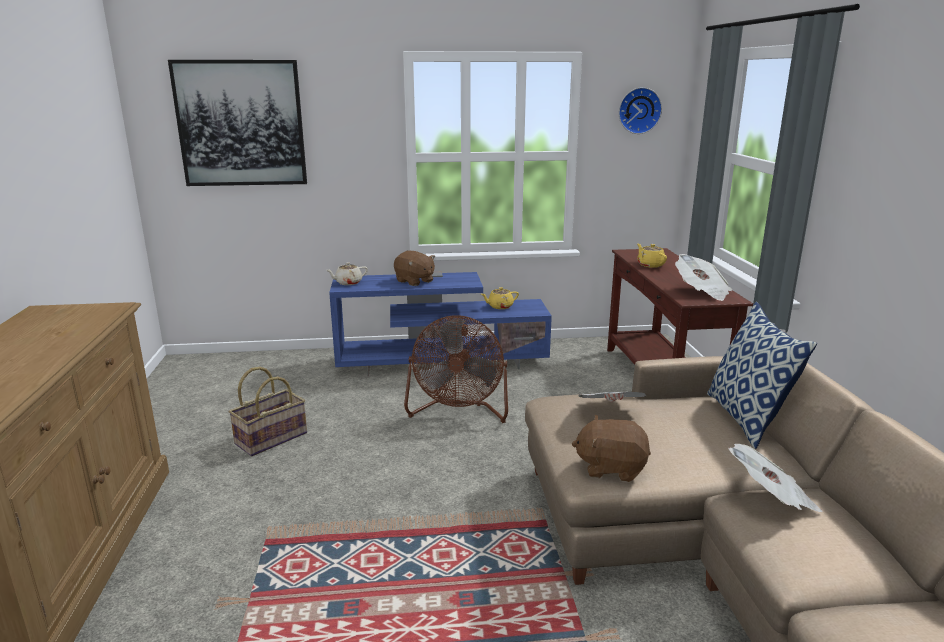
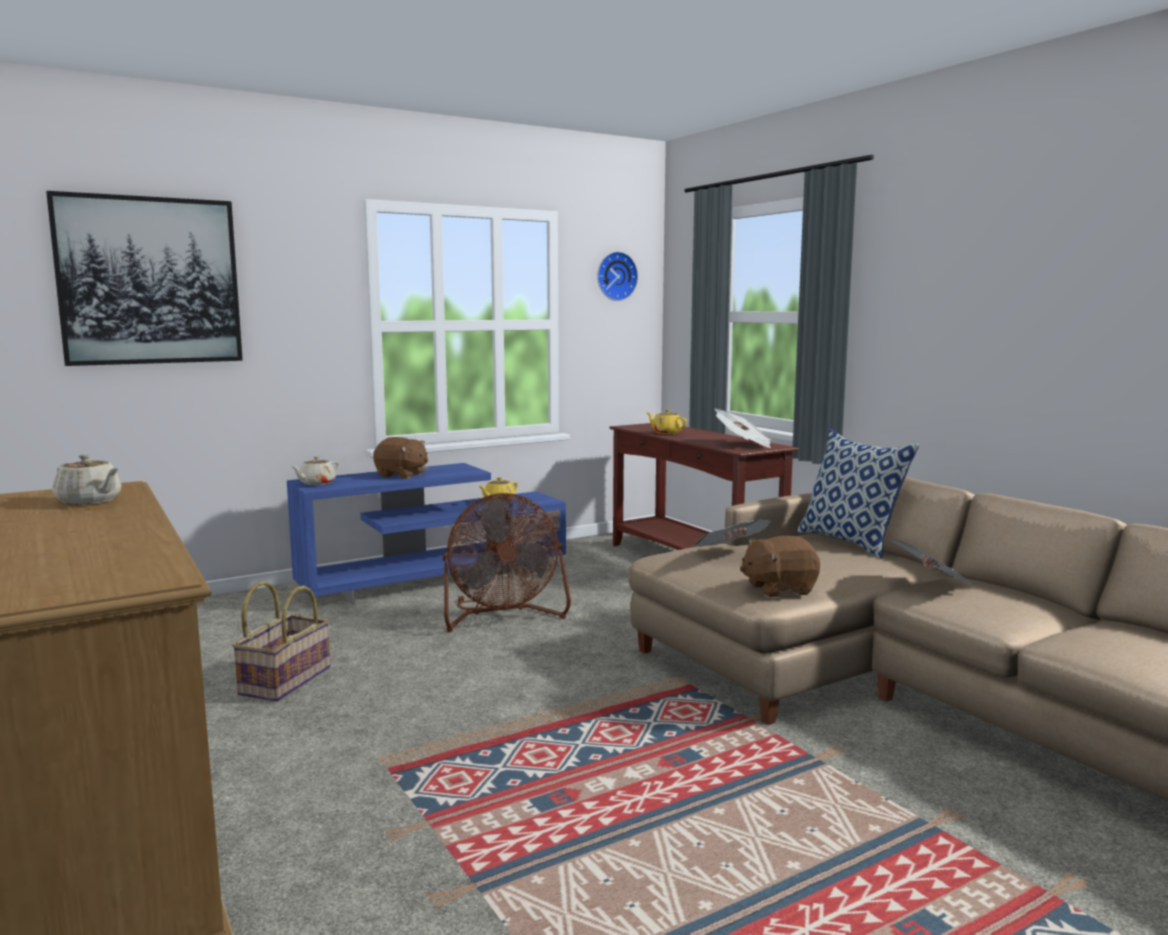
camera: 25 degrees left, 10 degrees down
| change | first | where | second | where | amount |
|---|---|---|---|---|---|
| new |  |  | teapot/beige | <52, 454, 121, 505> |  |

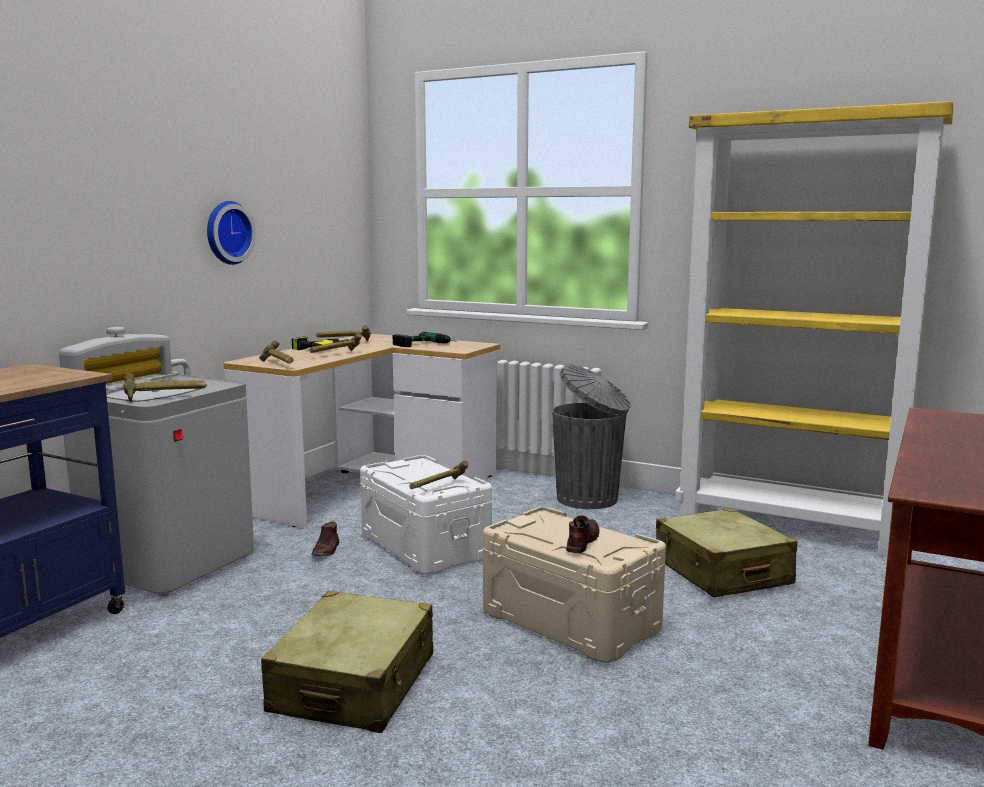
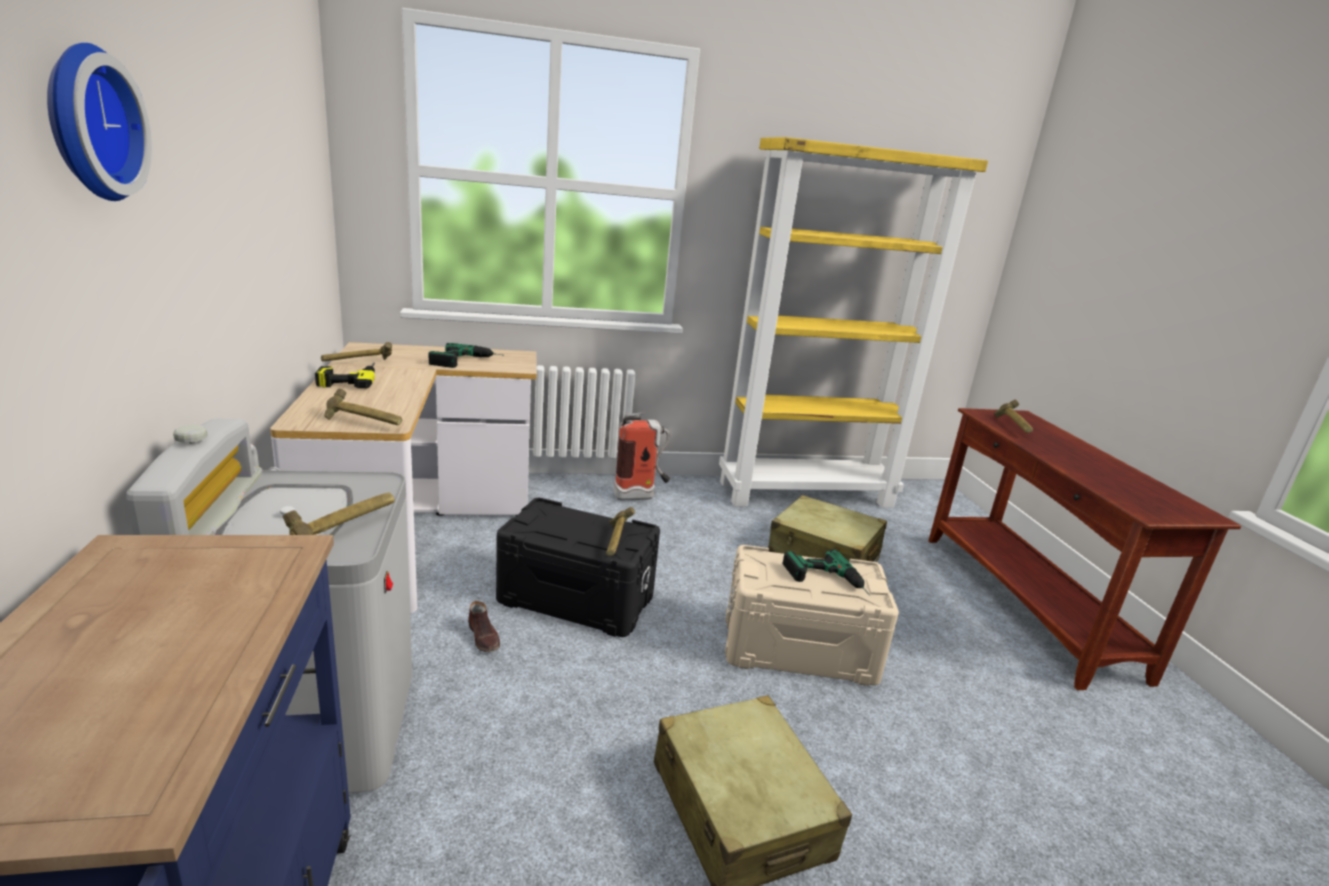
camera: 40 degrees left, 10 degrees up
| change | first | where | second | where | amount |
|---|---|---|---|---|---|
| shifted | wall clock | <207, 201, 256, 265> |  | <47, 43, 152, 201> |  |
| shifted | hammer | <309, 333, 362, 353> |  | <994, 399, 1033, 433> |  |
| swapped | trash can/grey | <552, 364, 631, 509> | fire extinguisher | <613, 412, 670, 500> |  |
| swapped | shoe/brown | <566, 515, 600, 554> | power drill | <782, 549, 870, 595> |  |
| repainted | storage box/white | <360, 455, 492, 575> | storage box/black | <496, 498, 660, 637> |  |

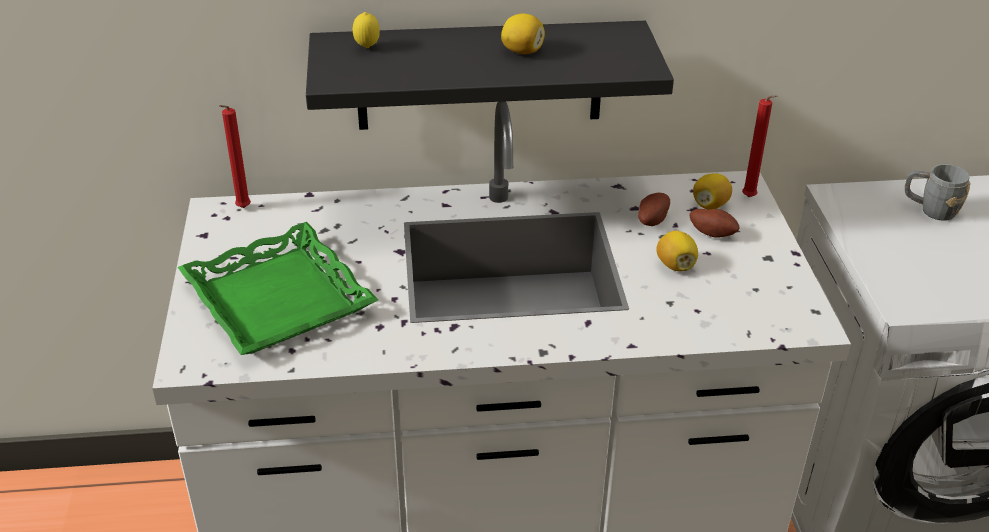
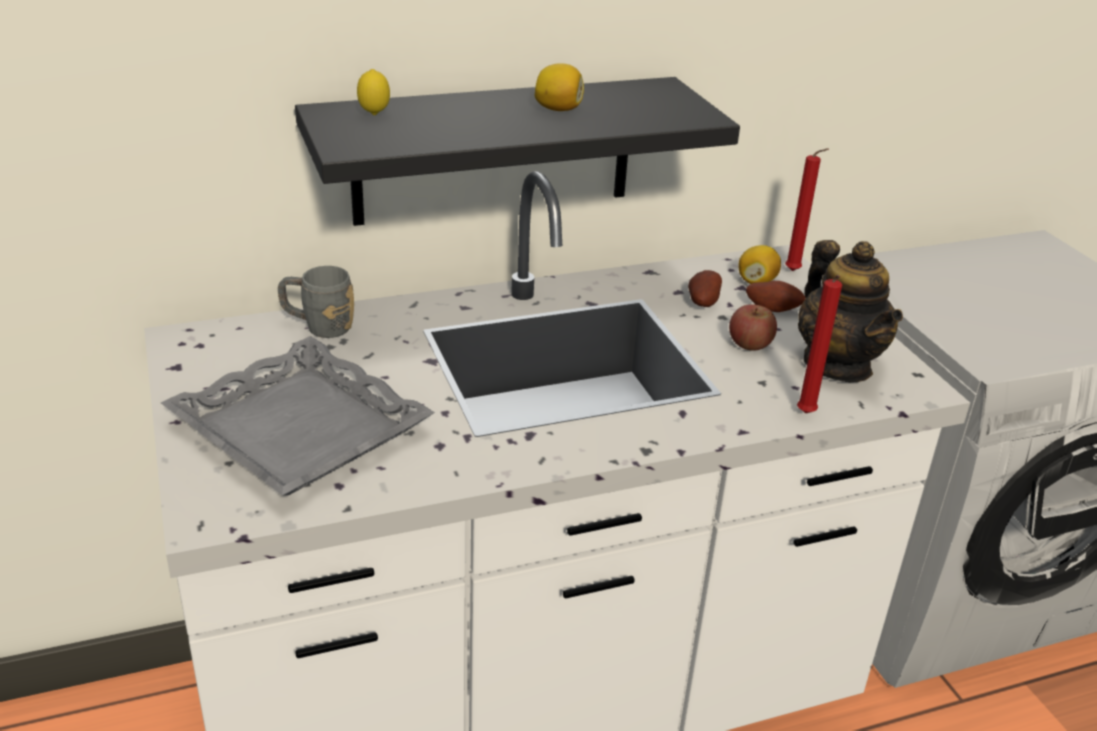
camera: 15 degrees left, 5 degrees down
| change | first | where | second | where | amount |
|---|---|---|---|---|---|
| new |  |  | teapot | <798, 240, 903, 382> |  |
| shifted | candle/red | <219, 105, 251, 208> |  | <797, 275, 842, 413> |  |
| shifted | mug/grey | <904, 164, 970, 221> |  | <278, 266, 354, 338> |  |
| swapped | lemon | <656, 231, 698, 271> | apple | <729, 304, 777, 351> |  |
| repainted | tray/green | <178, 222, 378, 355> | tray/grey | <161, 336, 435, 496> |  |

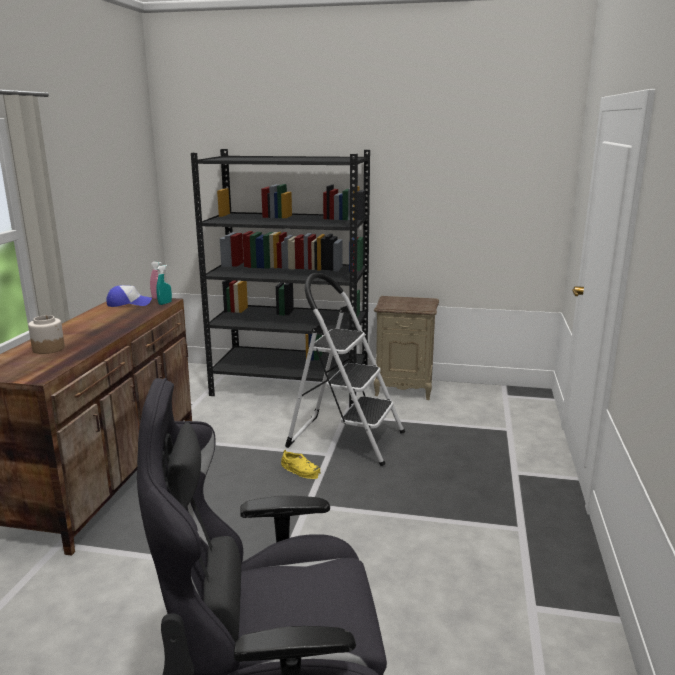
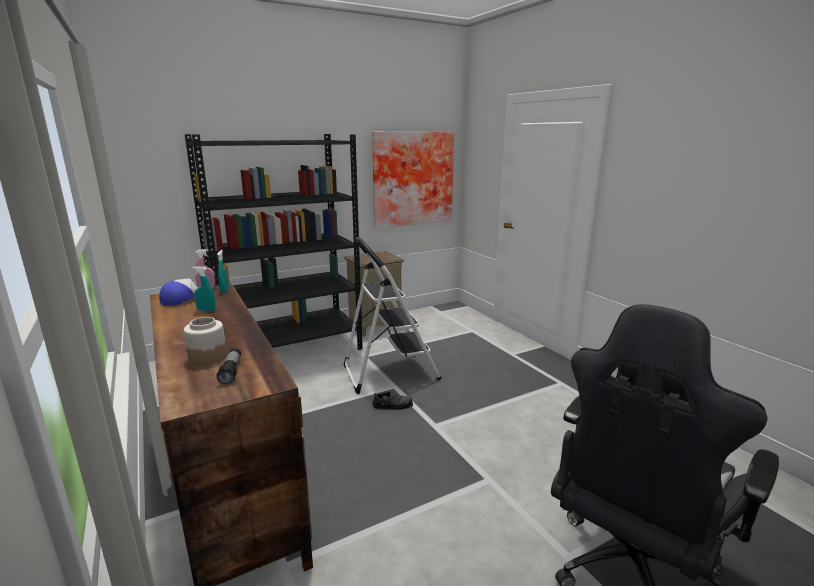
camera: 40 degrees left, 0 degrees up
| change | first | where | second | where | amount |
|---|---|---|---|---|---|
| new |  |  | spray bottle/turquoise | <192, 266, 215, 311> |  |
| new |  |  | flashlight | <216, 348, 241, 384> |  |
| new |  |  | picture | <372, 132, 454, 228> |  |
| repainted | shoe/yellow | <281, 450, 321, 479> | shoe/black | <372, 392, 413, 410> |  |

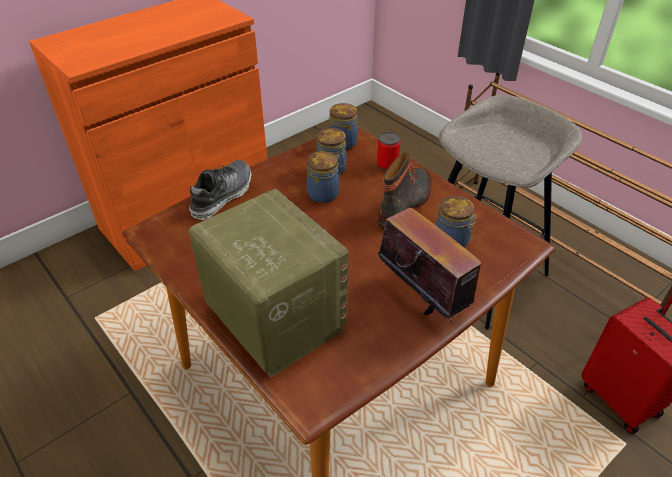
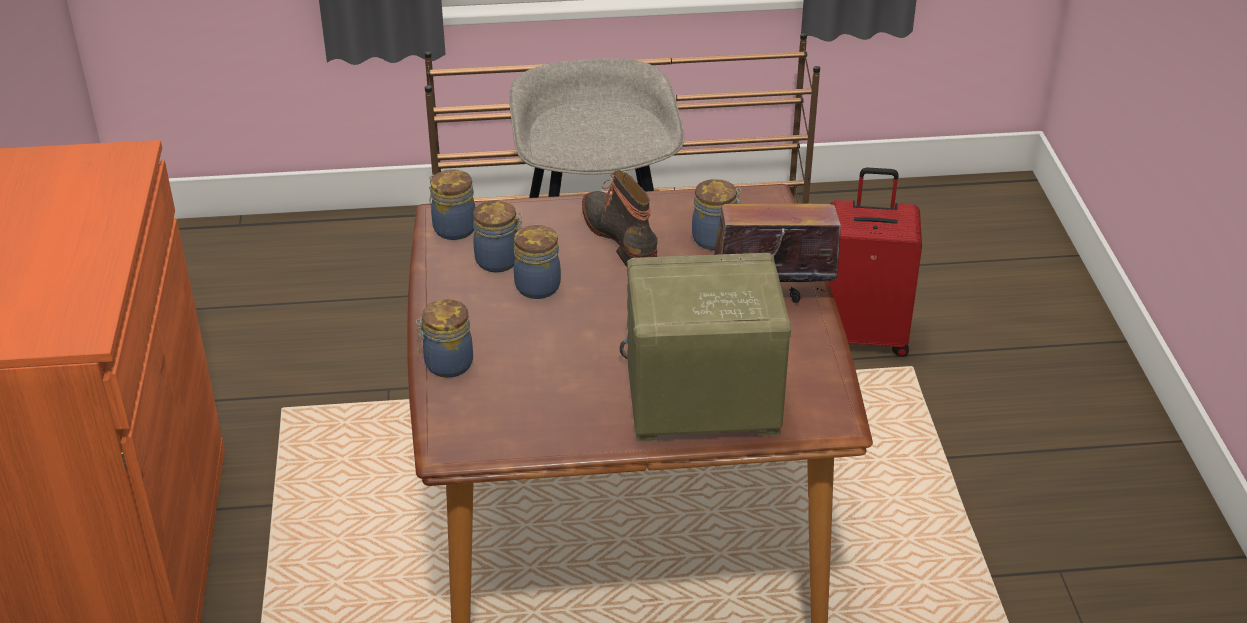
camera: 55 degrees left, 5 degrees down
| change | first | where | second | where | amount |
|---|---|---|---|---|---|
| gone | can | <377, 132, 401, 171> |  |  |  |
| swapped | shoe | <189, 160, 251, 220> | jar | <416, 299, 473, 378> |  |

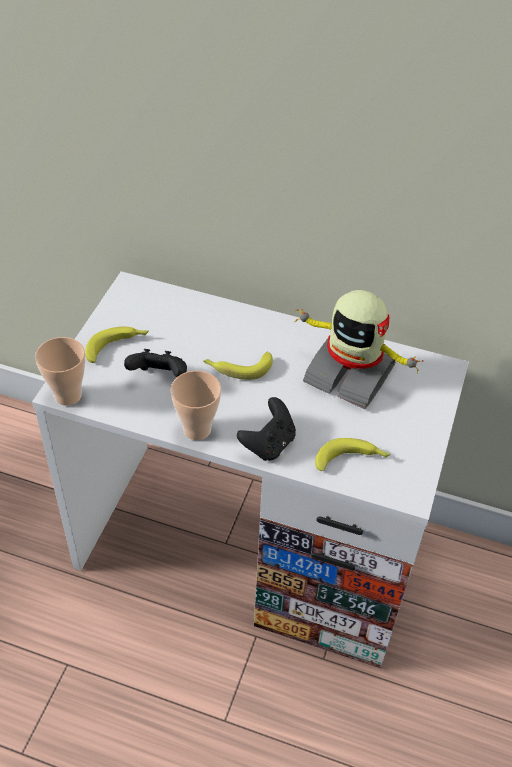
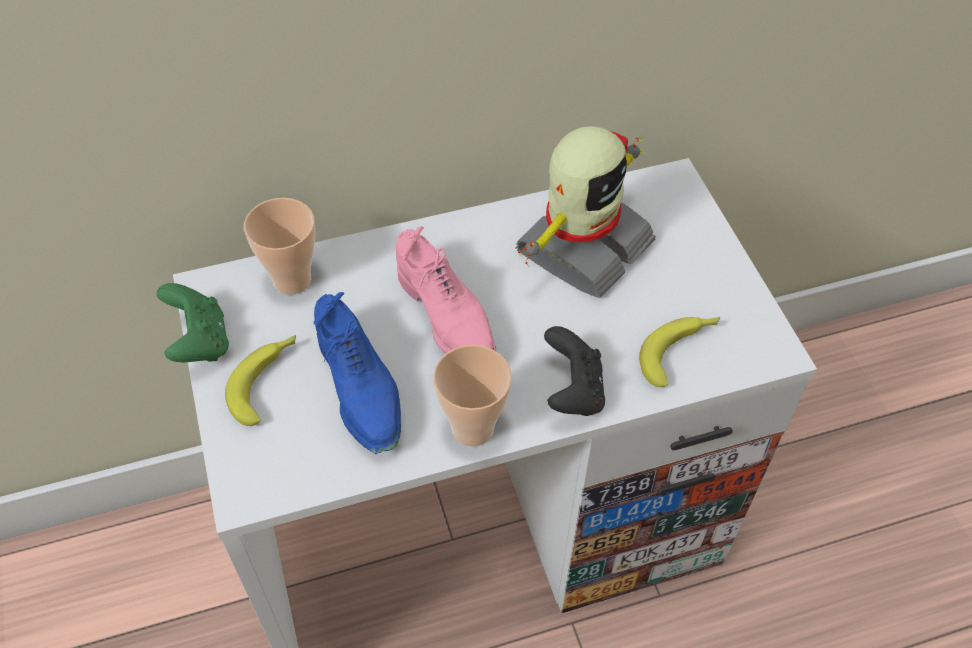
camera: 35 degrees left, 5 degrees up
| change | first | where | second | where | amount |
|---|---|---|---|---|---|
| new |  |  | game controller/green | <157, 283, 229, 362> |  |
| shifted | cup | <35, 337, 85, 406> |  | <244, 198, 315, 295> |  |
| swapped | game controller/black | <124, 349, 187, 377> | shoe/blue | <314, 292, 401, 454> |  |
| swapped | banana | <203, 352, 273, 380> | shoe/pink | <396, 226, 496, 354> |  |
| rotated | toy robot | <295, 290, 423, 410> |  | <516, 126, 656, 298> | 45 degrees counterclockwise |

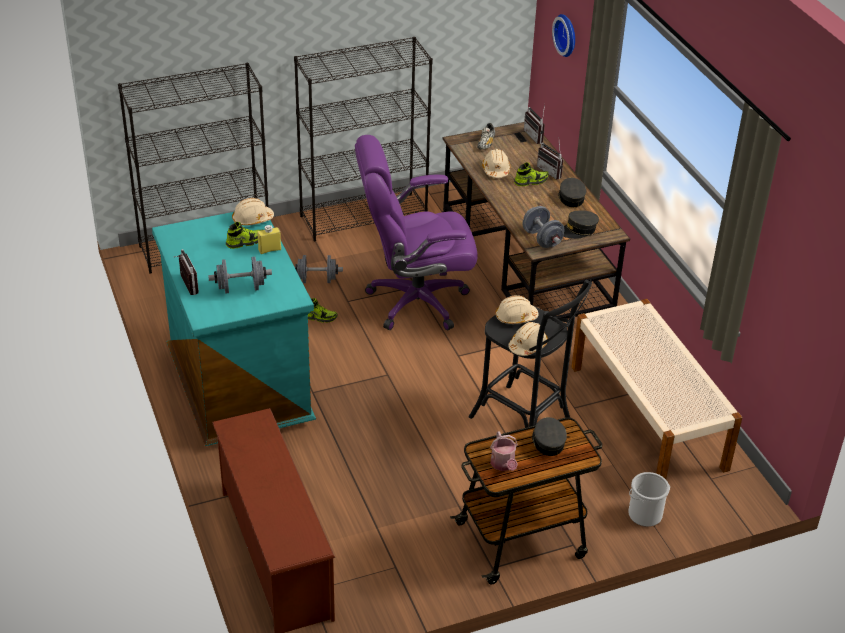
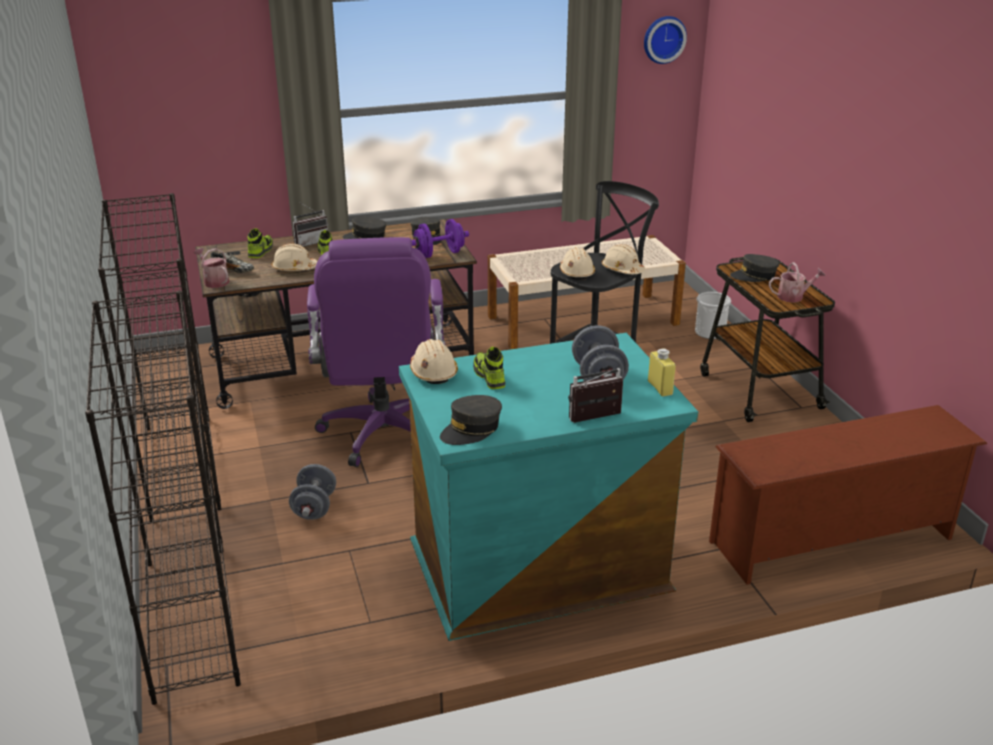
camera: 85 degrees left, 10 degrees down
| change | first | where | second | where | amount |
|---|---|---|---|---|---|
| gone | radio | <524, 103, 545, 144> |  |  |  |
| new |  |  | watering can | <194, 248, 229, 288> |  |
| new |  |  | cap/grey | <440, 395, 502, 445> |  |
| shifted | bottle/yellow | <257, 225, 281, 254> |  | <648, 348, 676, 397> |  |
| shifted | shoe | <308, 298, 338, 323> |  | <248, 228, 273, 258> |  |
| shifted | wall clock | <552, 14, 575, 57> |  | <644, 16, 687, 64> |  |
| repainted | dumbbell/grey | <522, 206, 564, 248> | dumbbell/purple | <412, 219, 469, 258> |  |

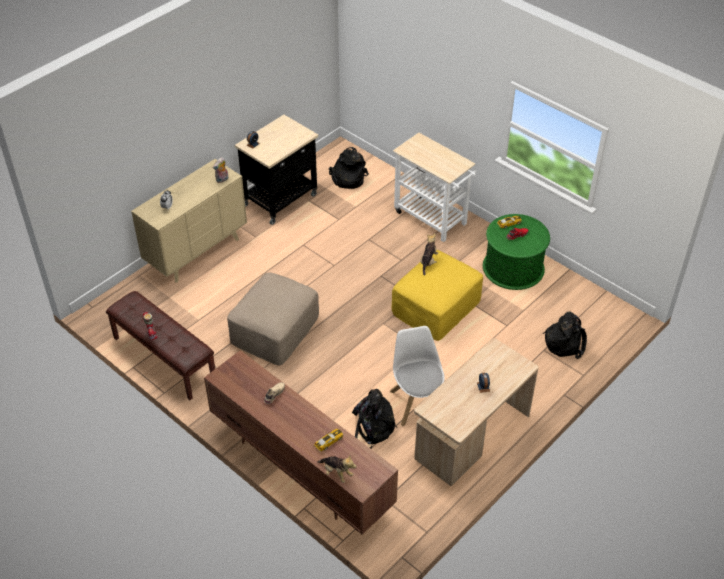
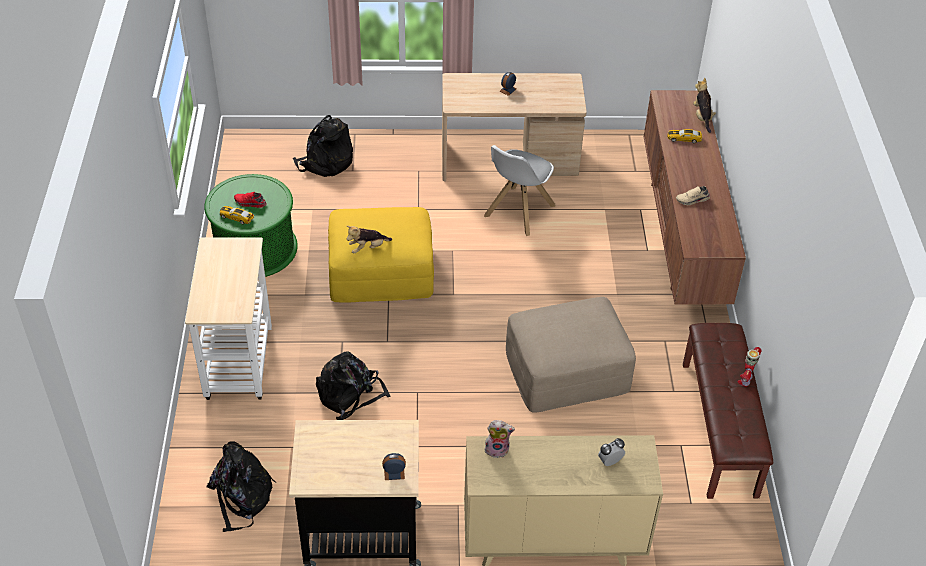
camera: 135 degrees left, 0 degrees up
| change | first | where | second | where | amount |
|---|---|---|---|---|---|
| shifted | backpack/black | <352, 389, 397, 449> |  | <316, 351, 391, 420> |  |

